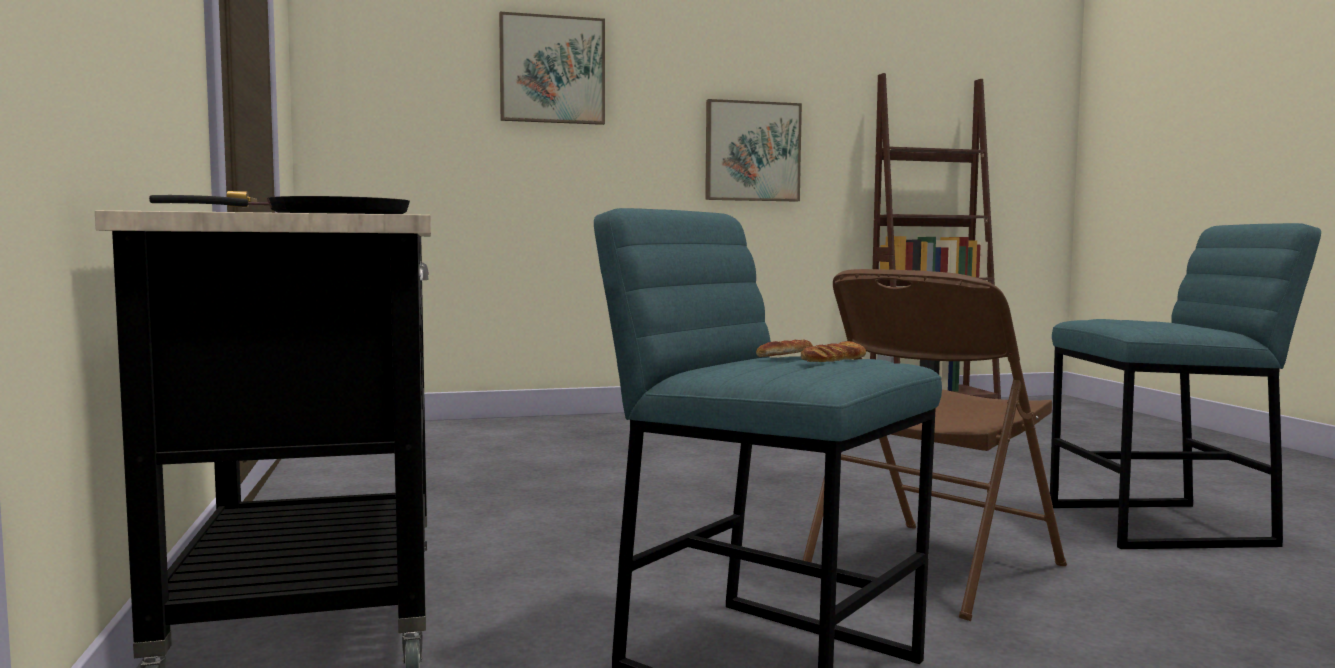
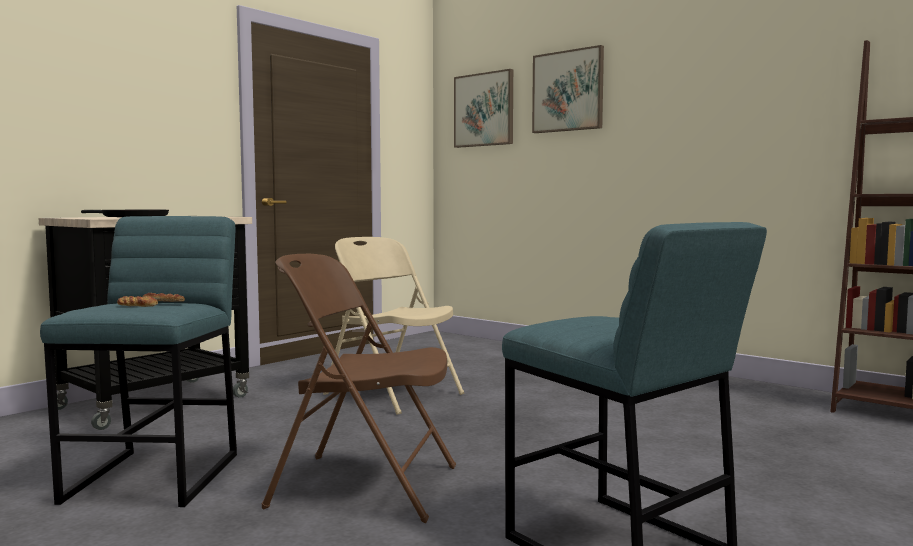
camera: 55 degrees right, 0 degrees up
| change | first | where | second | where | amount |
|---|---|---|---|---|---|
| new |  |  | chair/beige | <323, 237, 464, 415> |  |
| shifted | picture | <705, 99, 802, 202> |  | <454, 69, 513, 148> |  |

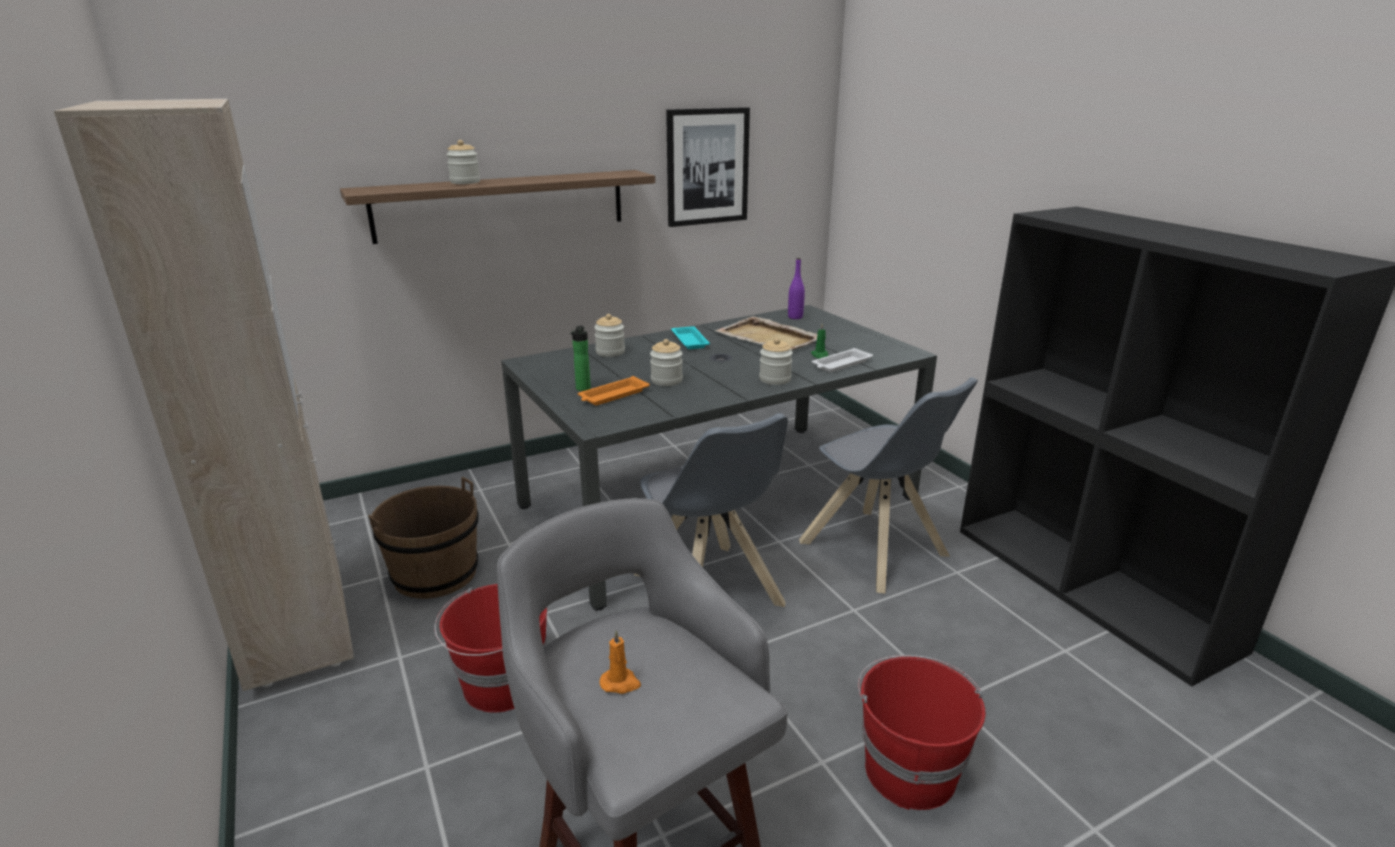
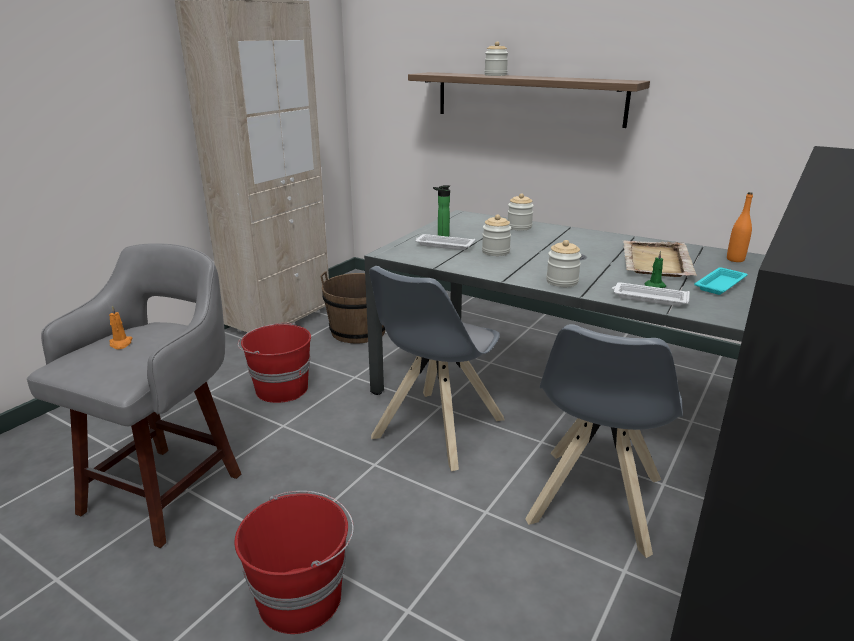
camera: 60 degrees right, 0 degrees up
| change | first | where | second | where | amount |
|---|---|---|---|---|---|
| gone | picture | <666, 107, 750, 227> |  |  |  |
| shifted | tray/turquoise | <671, 326, 710, 349> |  | <694, 268, 748, 295> |  |
| repainted | tray/orange | <578, 376, 650, 405> | tray/white | <415, 234, 475, 250> |  |
| repainted | bottle/purple | <788, 258, 805, 319> | bottle/orange | <727, 192, 753, 262> |  |

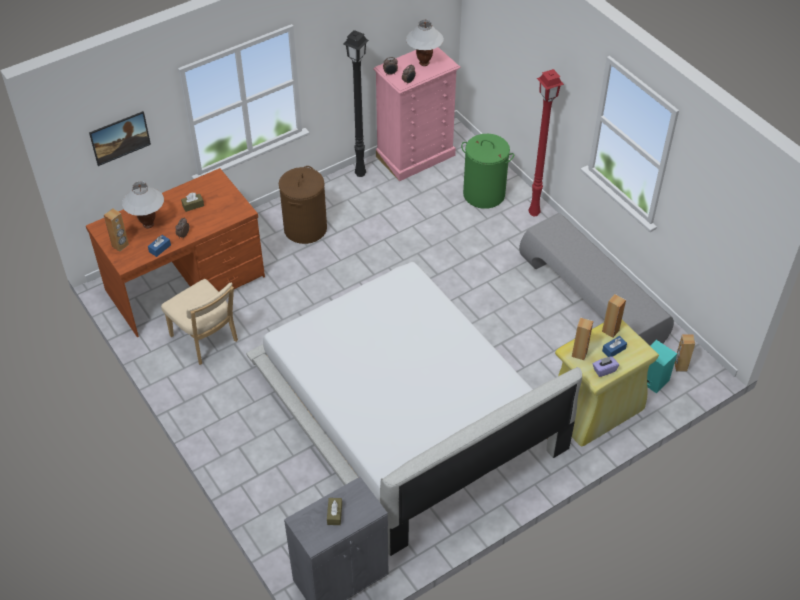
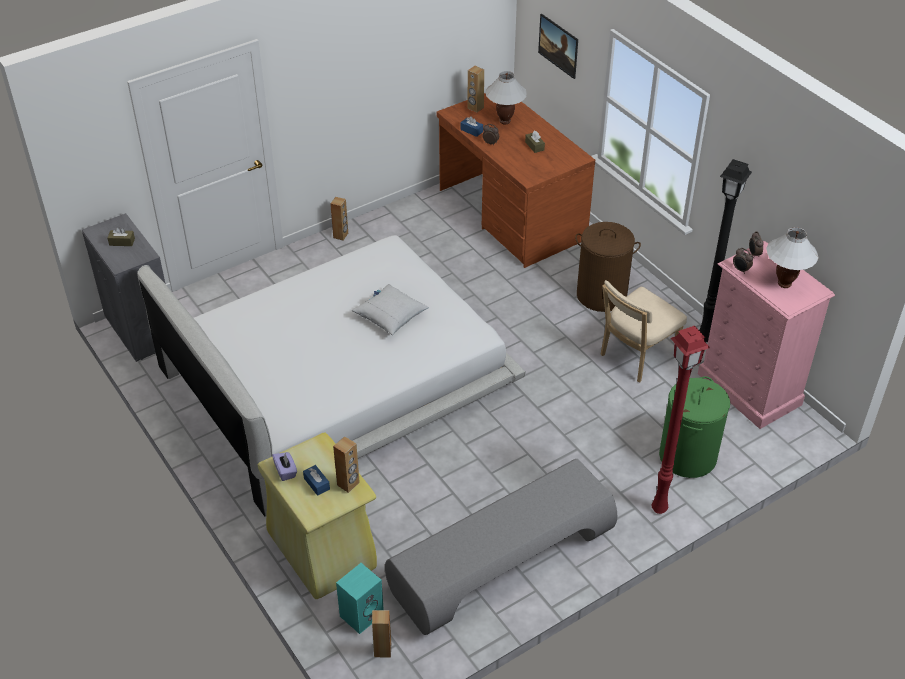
camera: 90 degrees right, 5 degrees down
| change | first | where | second | where | amount |
|---|---|---|---|---|---|
| new |  |  | pillow/grey | <352, 284, 429, 335> |  |
| shifted | chair/beige | <161, 279, 238, 365> |  | <601, 280, 687, 382> |  |
| shifted | speaker/brown | <572, 317, 593, 360> |  | <330, 197, 348, 241> |  |

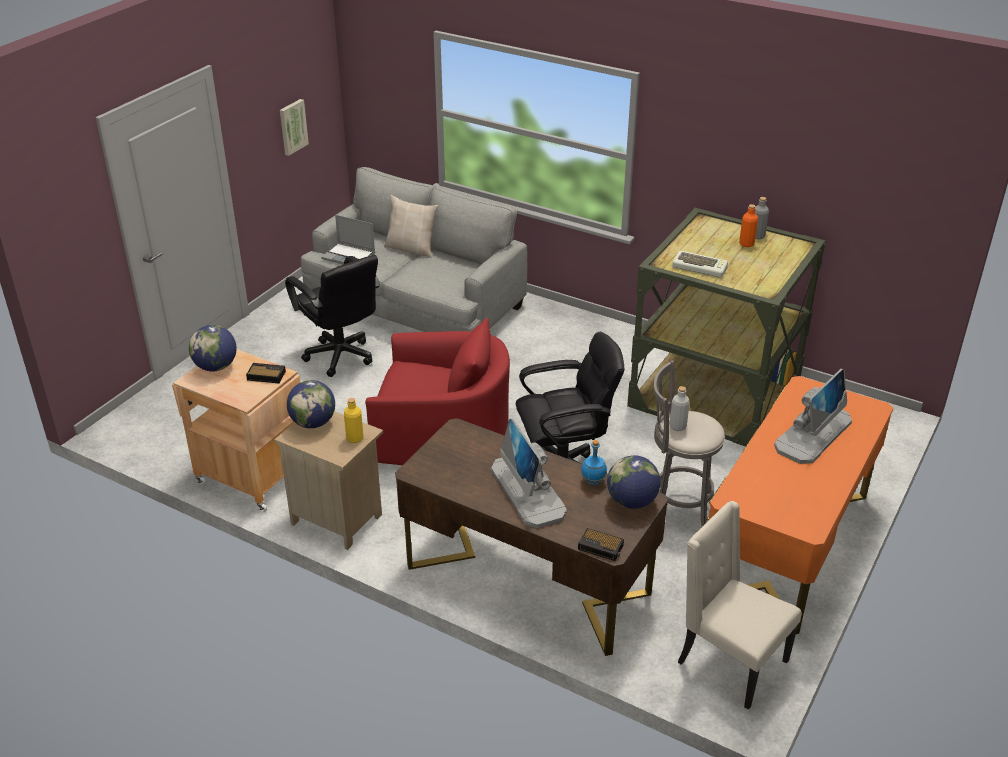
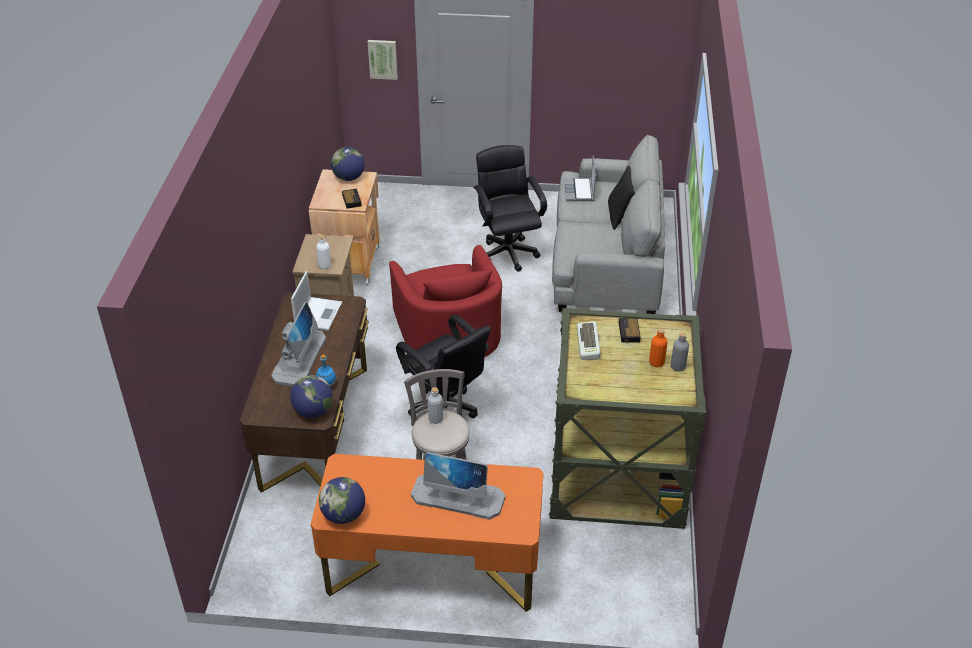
camera: 65 degrees right, 5 degrees up
| change | first | where | second | where | amount |
|---|---|---|---|---|---|
| gone | chair/beige | <678, 501, 801, 710> |  |  |  |
| new |  |  | laptop | <291, 271, 342, 331> |  |
| shifted | picture | <280, 99, 309, 156> |  | <368, 40, 398, 80> |  |
| shifted | globe | <287, 380, 335, 428> |  | <319, 477, 365, 524> |  |
| shifted | alarm clock | <578, 528, 624, 561> |  | <619, 318, 641, 343> |  |
| repainted | bottle/yellow | <344, 398, 363, 443> | bottle/white | <316, 235, 331, 269> |  |
| repainted | pillow/beige | <384, 195, 438, 258> | pillow/black | <608, 166, 635, 230> |  |
| rotated | office chair/black | <285, 255, 380, 377> |  | <473, 145, 547, 272> | 135 degrees clockwise |
| rotated | monitor | <491, 419, 567, 528> |  | <271, 302, 326, 387> | 150 degrees clockwise |

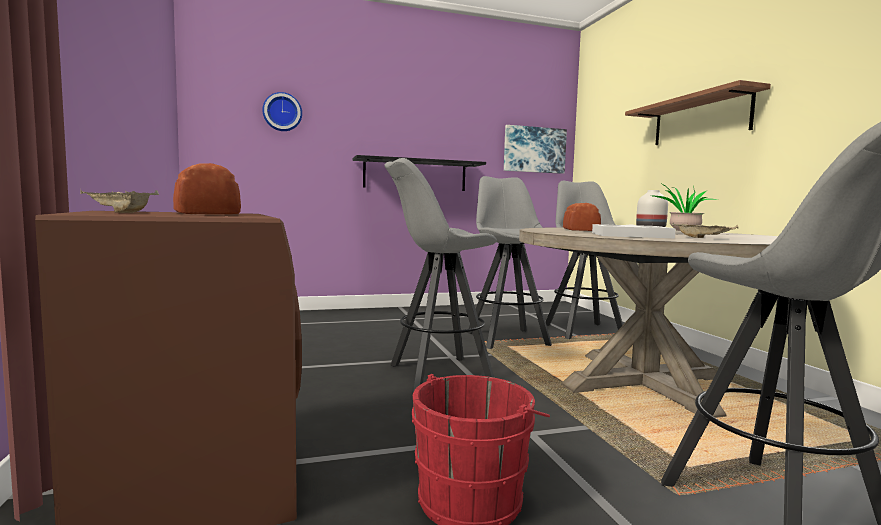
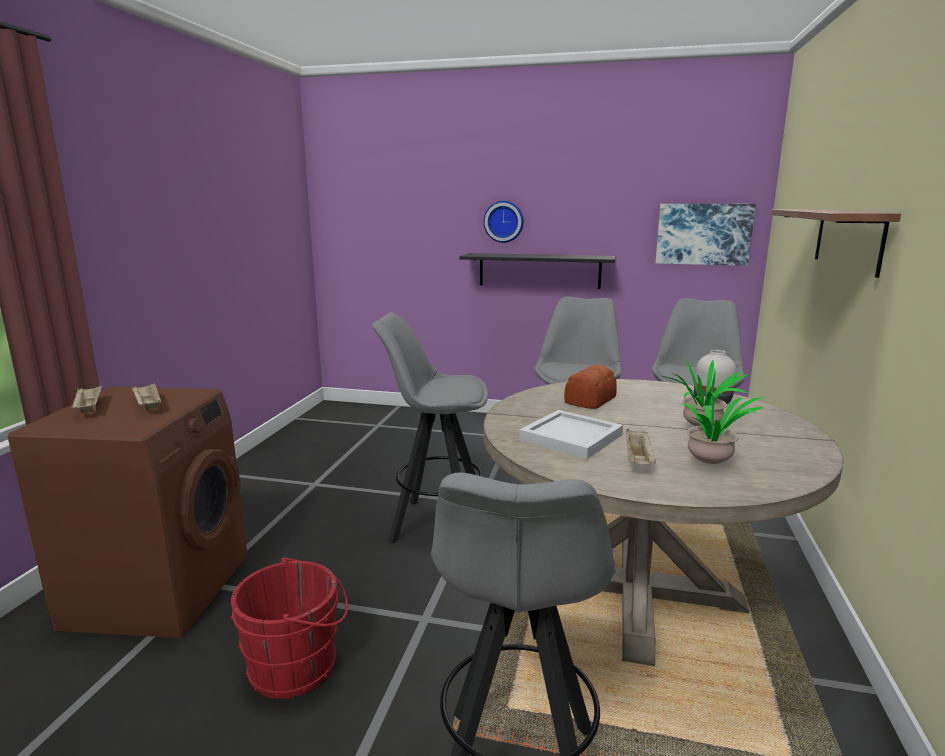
camera: 30 degrees right, 10 degrees up
| change | first | where | second | where | amount |
|---|---|---|---|---|---|
| new |  |  | potted plant | <680, 397, 764, 464> |  |
| shifted | wall clock | <262, 92, 302, 131> |  | <484, 201, 524, 243> |  |
| swapped | bread | <173, 163, 241, 214> | tray/beige | <131, 382, 161, 410> |  |

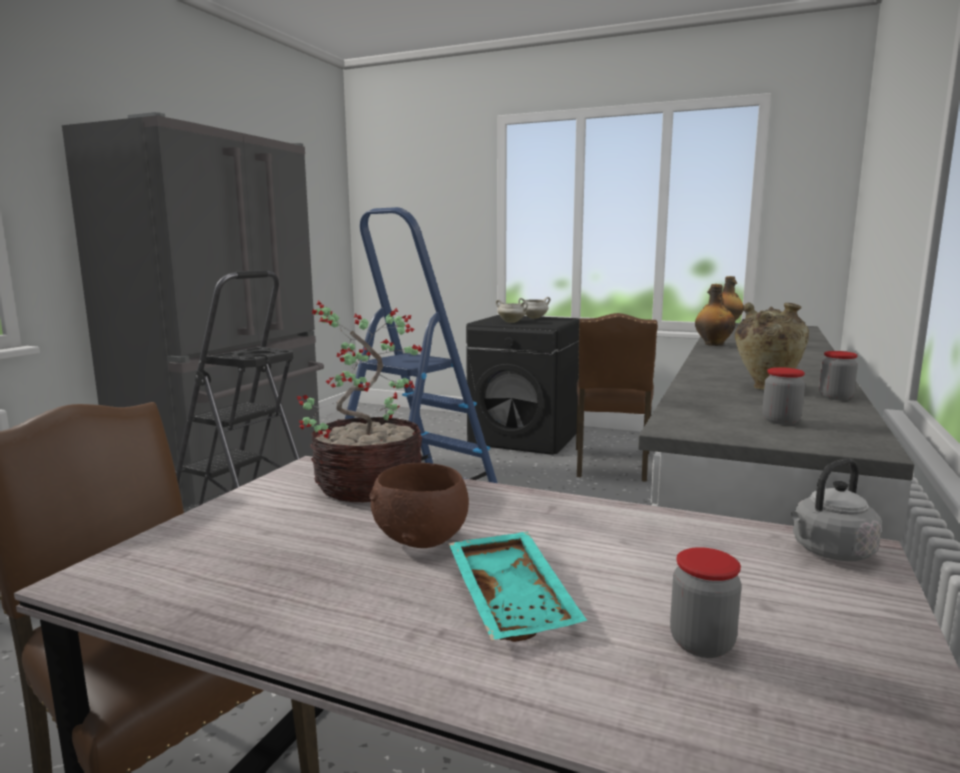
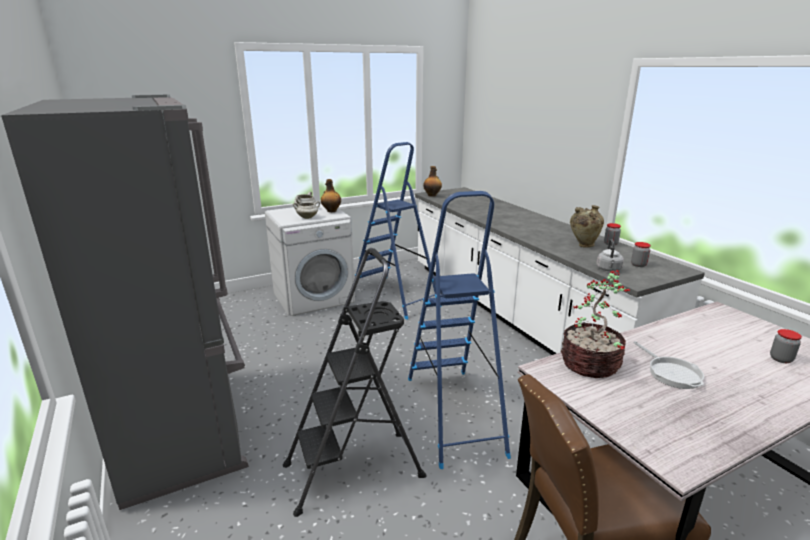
camera: 50 degrees left, 10 degrees up
| change | first | where | second | where | amount |
|---|---|---|---|---|---|
| gone | tray/turquoise | <448, 532, 587, 642> |  |  |  |
| shifted | bottle | <695, 284, 735, 346> |  | <321, 179, 341, 212> |  |
| shifted | kettle/grey | <791, 458, 882, 561> |  | <596, 239, 624, 272> |  |
| swapped | bowl/brown | <369, 463, 469, 548> | frying pan | <633, 341, 704, 389> |  |
| swapped | chair/brown | <576, 313, 658, 482> | step ladder/blue | <355, 142, 442, 320> |  |
| repainted | washing machine/black | <466, 315, 580, 455> | washing machine/white | <265, 204, 355, 316> |  |

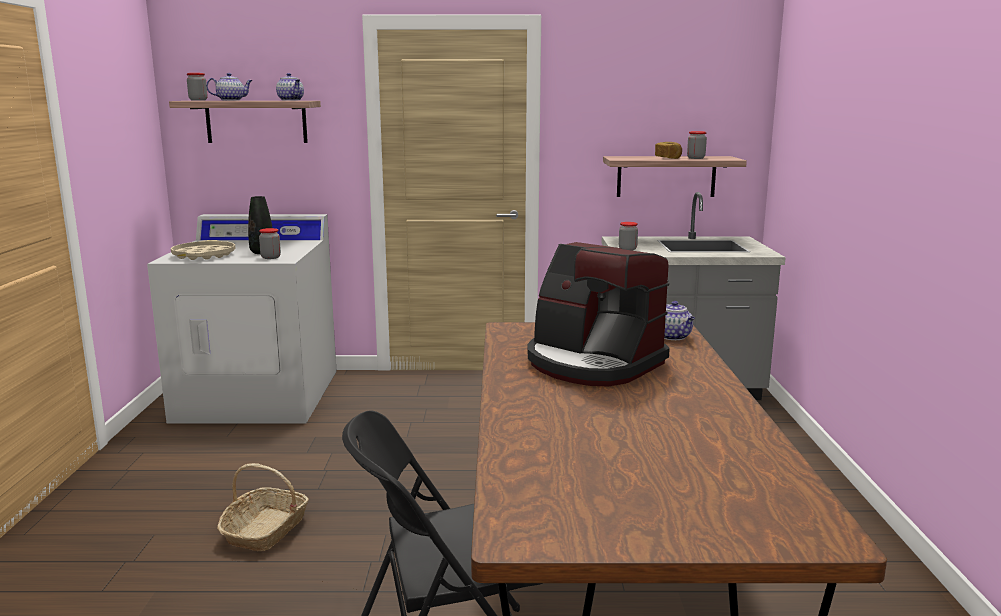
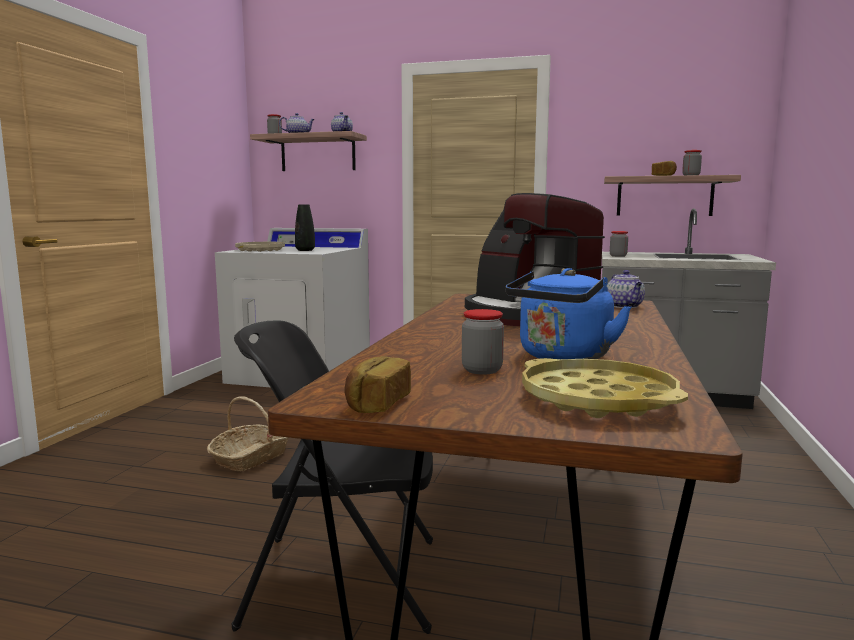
camera: 15 degrees right, 5 degrees down
| change | first | where | second | where | amount |
|---|---|---|---|---|---|
| new |  |  | bread | <344, 356, 411, 413> |  |
| new |  |  | kettle/blue | <505, 268, 632, 359> |  |
| new |  |  | tray/yellow | <522, 358, 688, 418> |  |
| shifted | jar | <259, 228, 281, 259> |  | <462, 309, 504, 375> |  |

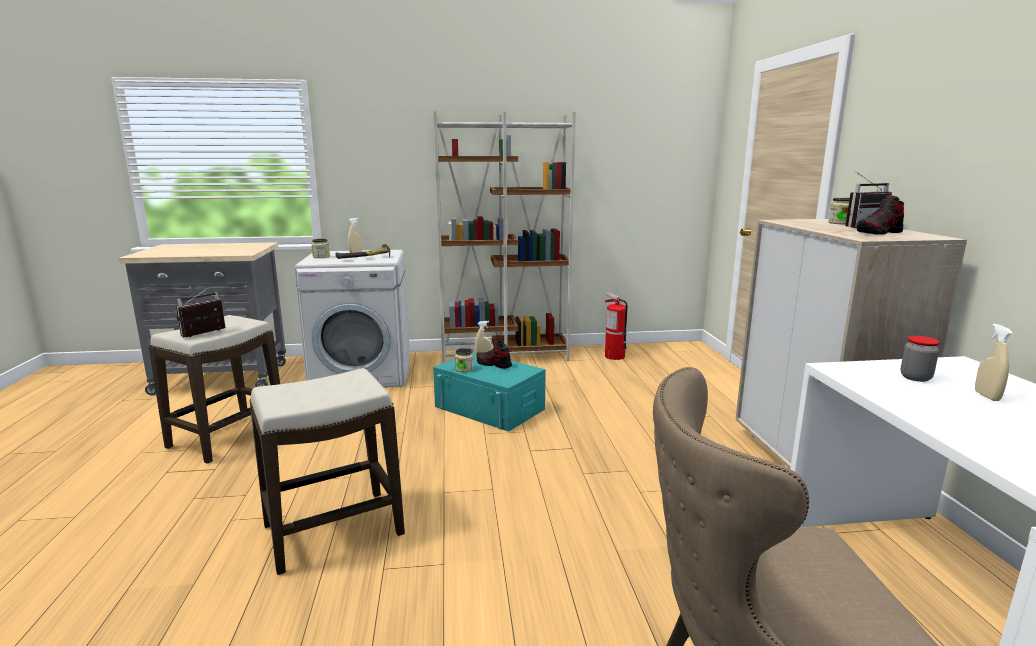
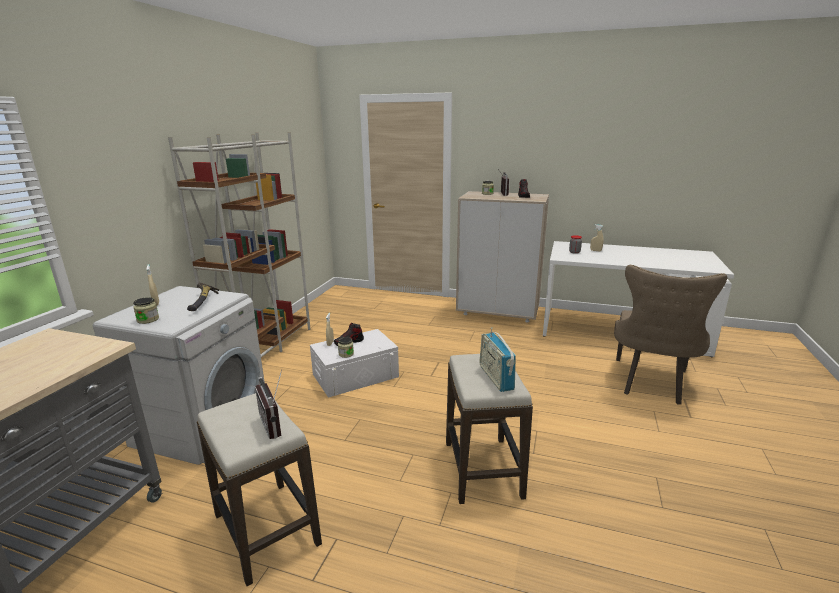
camera: 65 degrees left, 5 degrees up
| change | first | where | second | where | amount |
|---|---|---|---|---|---|
| gone | fire extinguisher | <605, 292, 628, 360> |  |  |  |
| new |  |  | radio | <479, 327, 516, 392> |  |
| repainted | storage box/turquoise | <433, 351, 546, 432> | storage box/white | <310, 329, 399, 398> |  |

